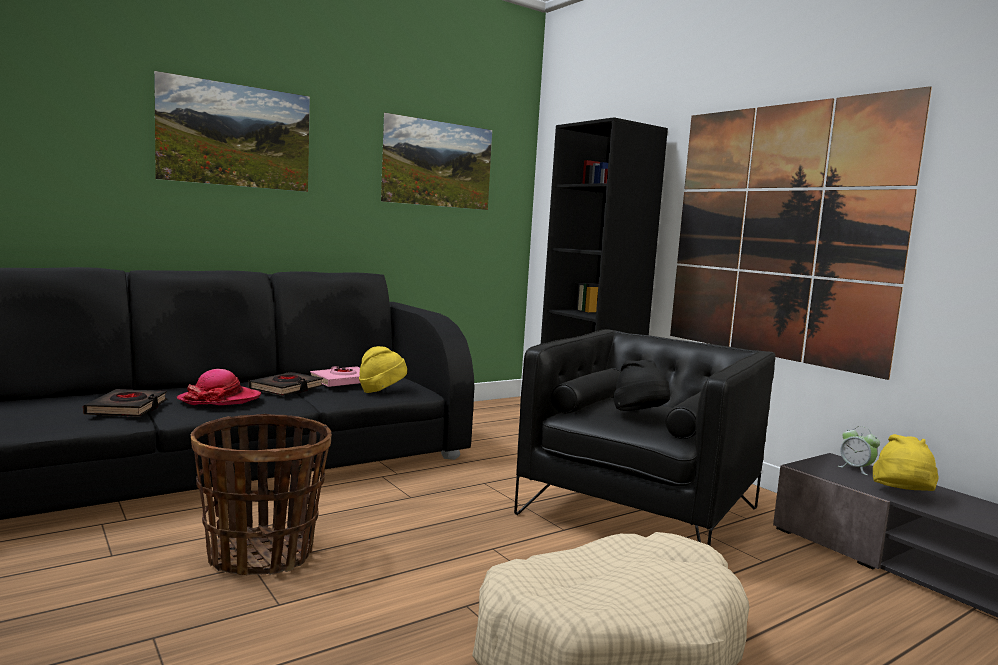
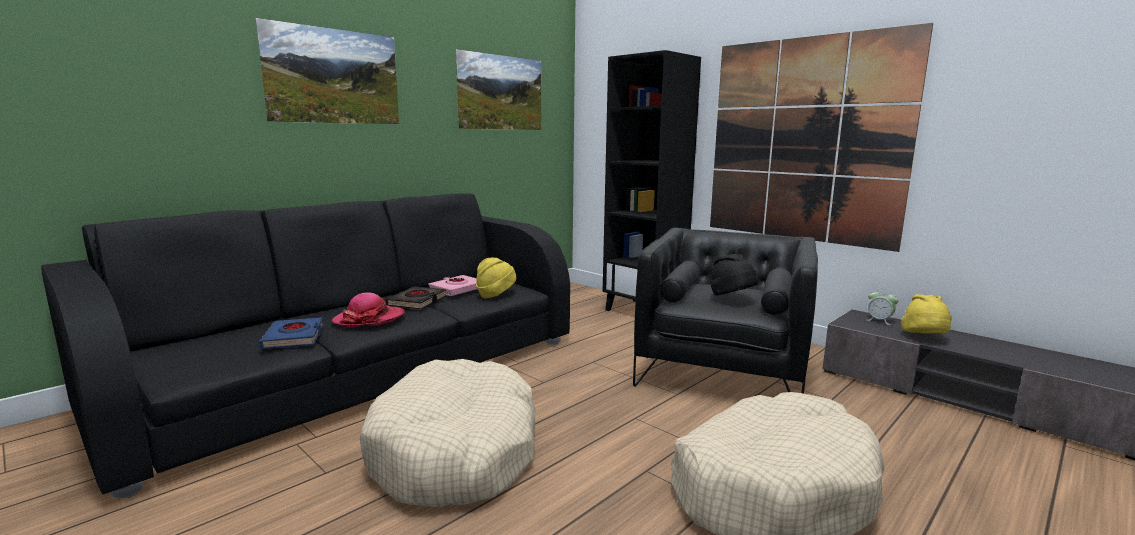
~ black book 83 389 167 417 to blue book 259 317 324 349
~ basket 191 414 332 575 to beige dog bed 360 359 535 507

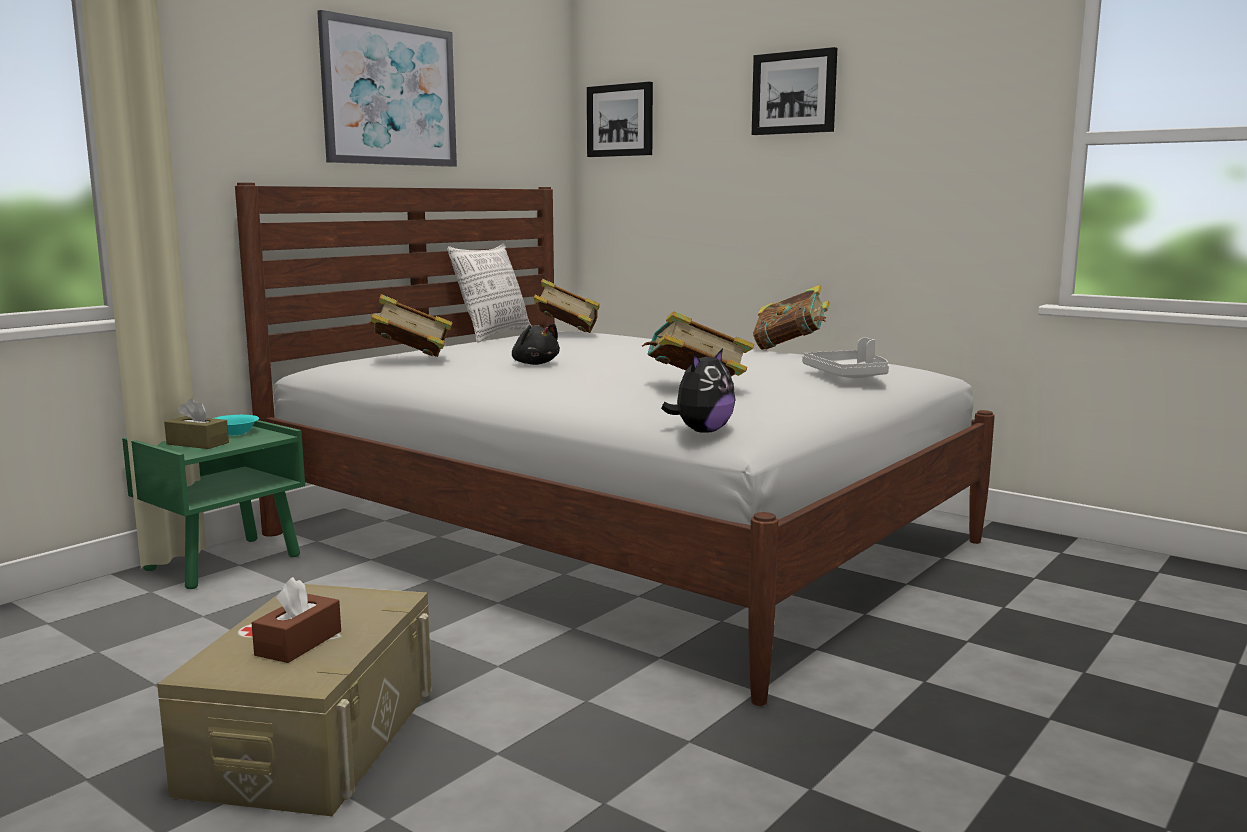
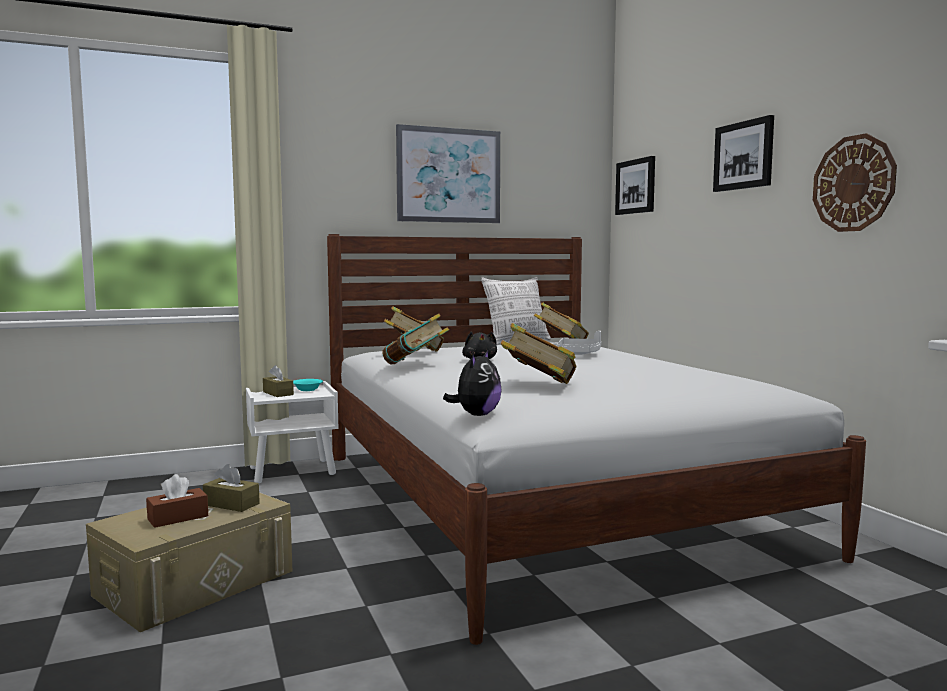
~ book 753 285 830 350 to 382 314 449 364
~ grey tray 802 338 889 378 to 556 331 601 355
~ plush toy 661 348 735 433 = 443 350 502 416 45 degrees counterclockwise
~ green nightstand 122 420 305 589 to white nightstand 246 381 338 483
+ wall clock 813 133 897 232
+ brown tissue box 203 464 260 512

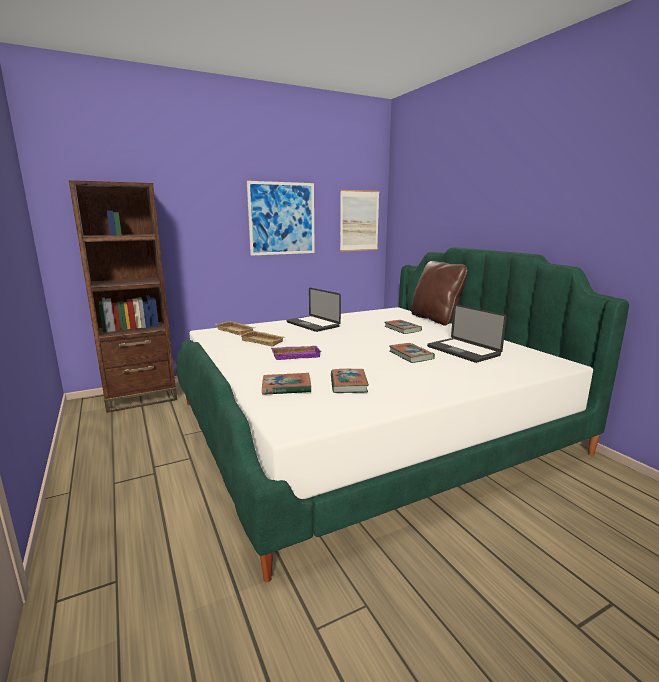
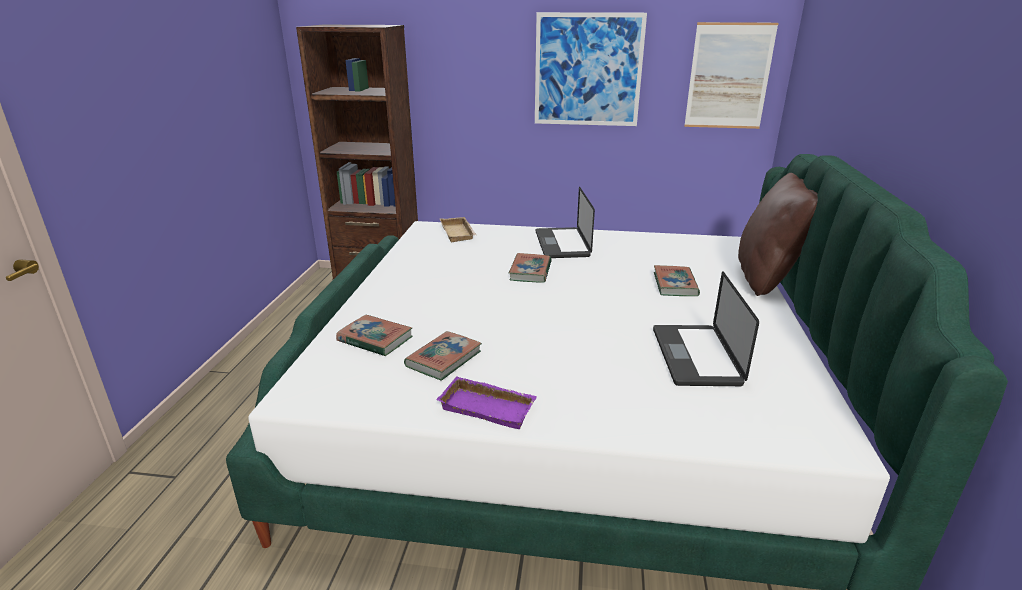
- beige tray 239 331 285 346
~ book 389 343 435 363 to 509 253 552 283
~ purple tray 271 346 321 360 to 436 376 537 429

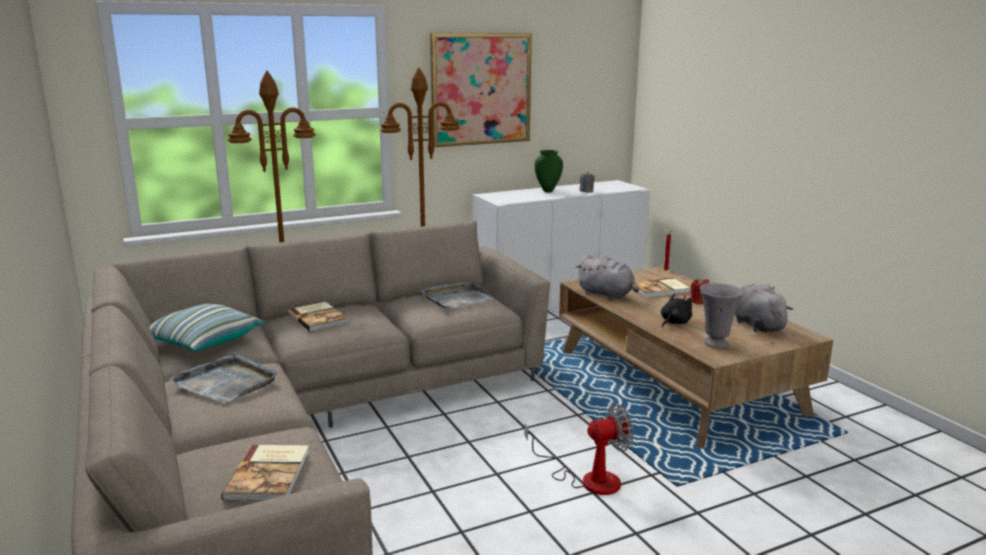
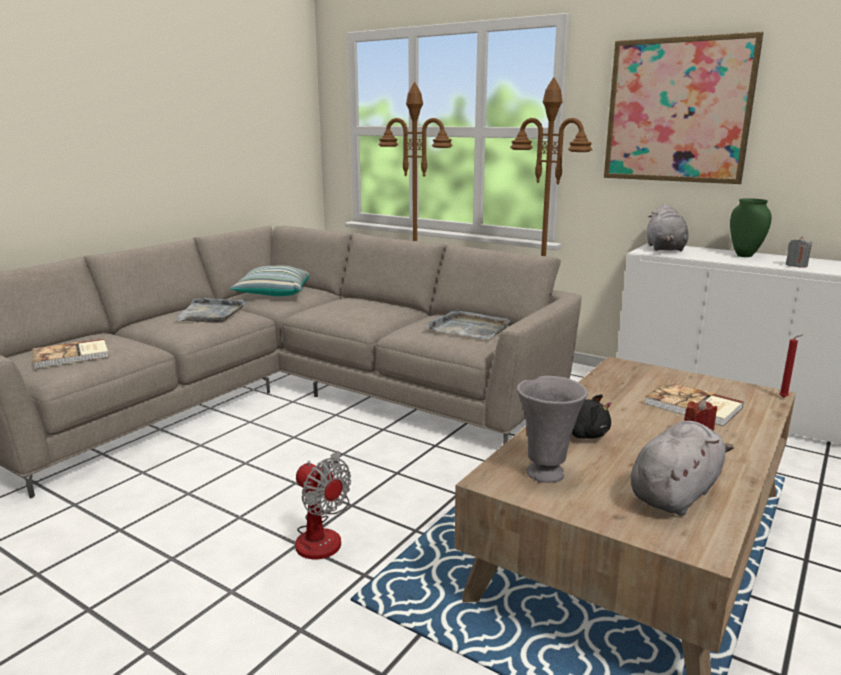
~ grey plush toy 576 254 639 300 to 647 204 688 252
- book 288 302 348 332

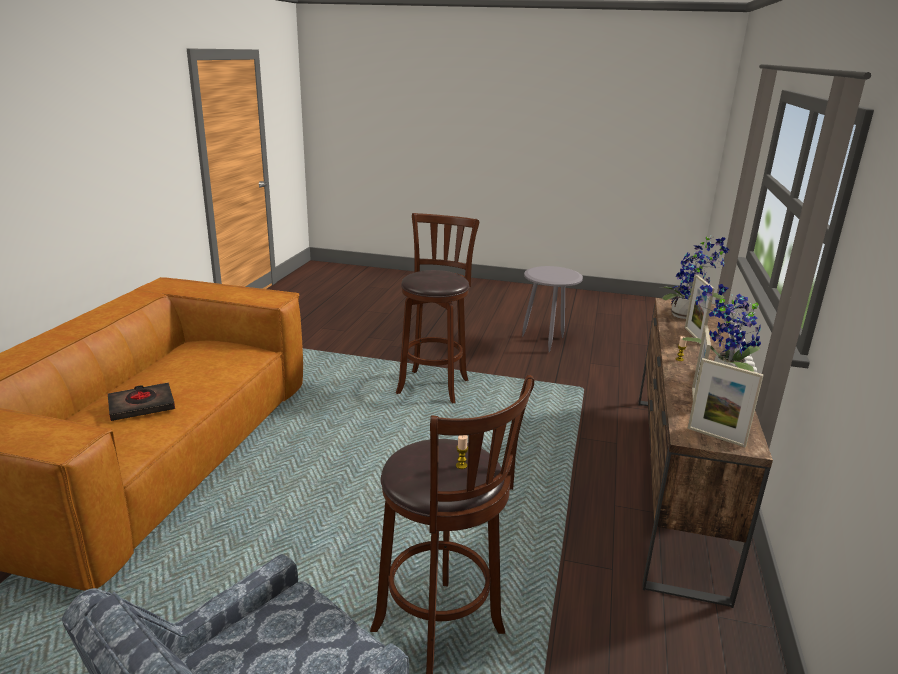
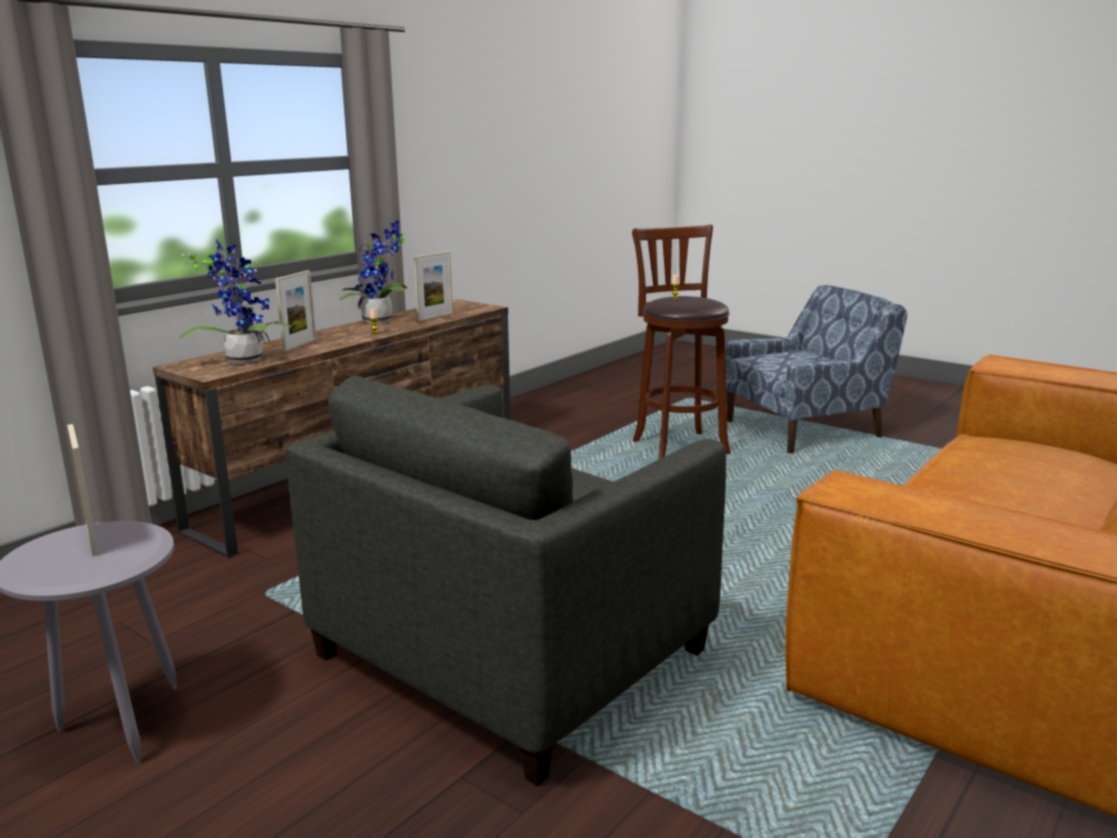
~ brown stool 396 213 479 403 to grey armchair 285 375 726 786
~ picture frame 687 358 764 447 to 67 424 98 556
- black book 108 382 175 421

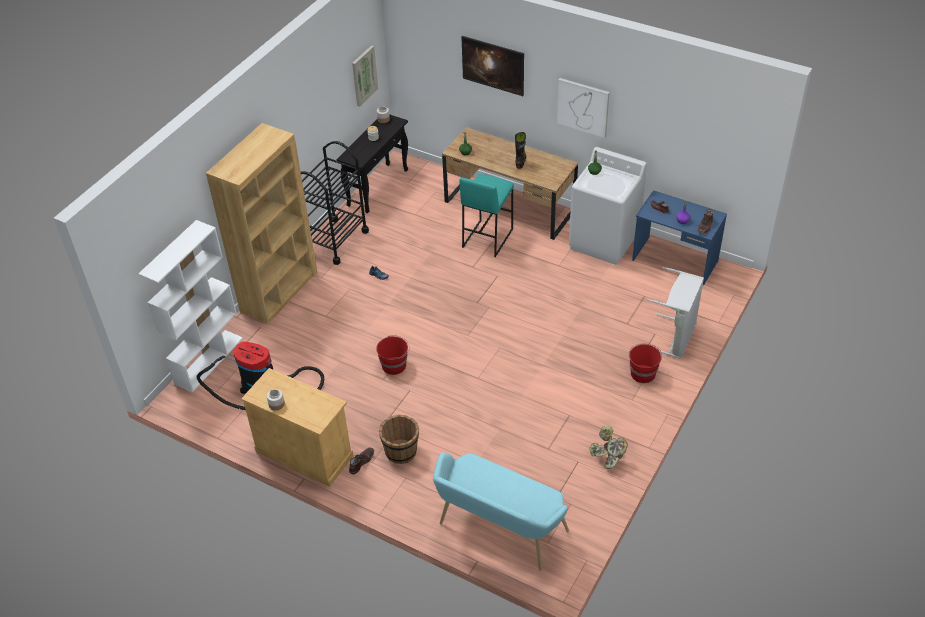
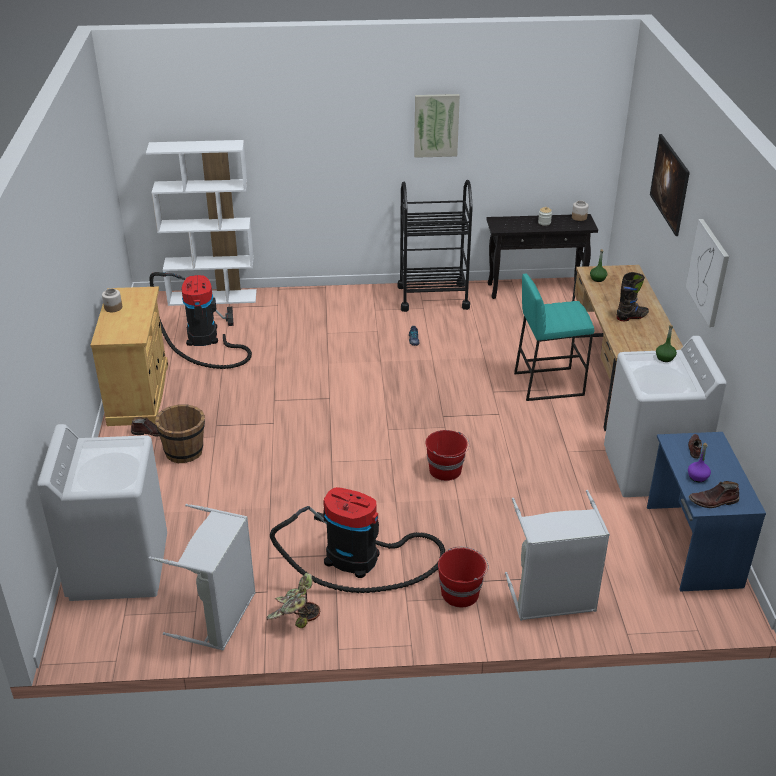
~ picture 352 45 378 107 to 414 94 460 158
- brown bookcase 206 123 317 324
~ red bucket 376 335 409 375 to 426 430 470 481
~ turquoise bench 433 453 569 571 to white washing machine 37 424 167 601
+ vacuum cleaner 270 487 445 593
+ grey laundry basket 149 504 256 651

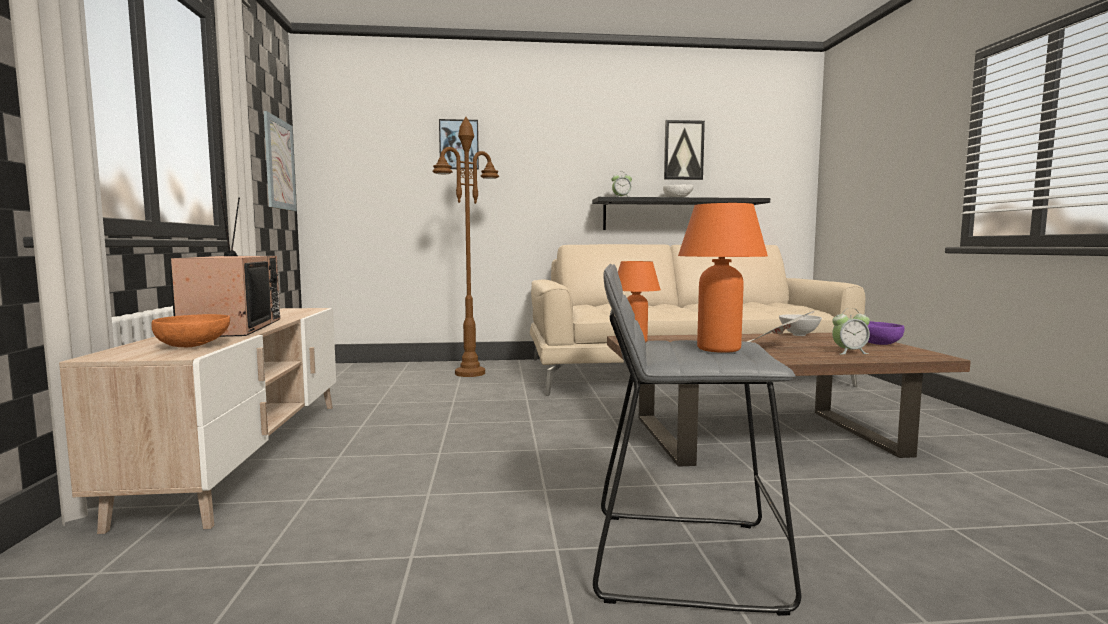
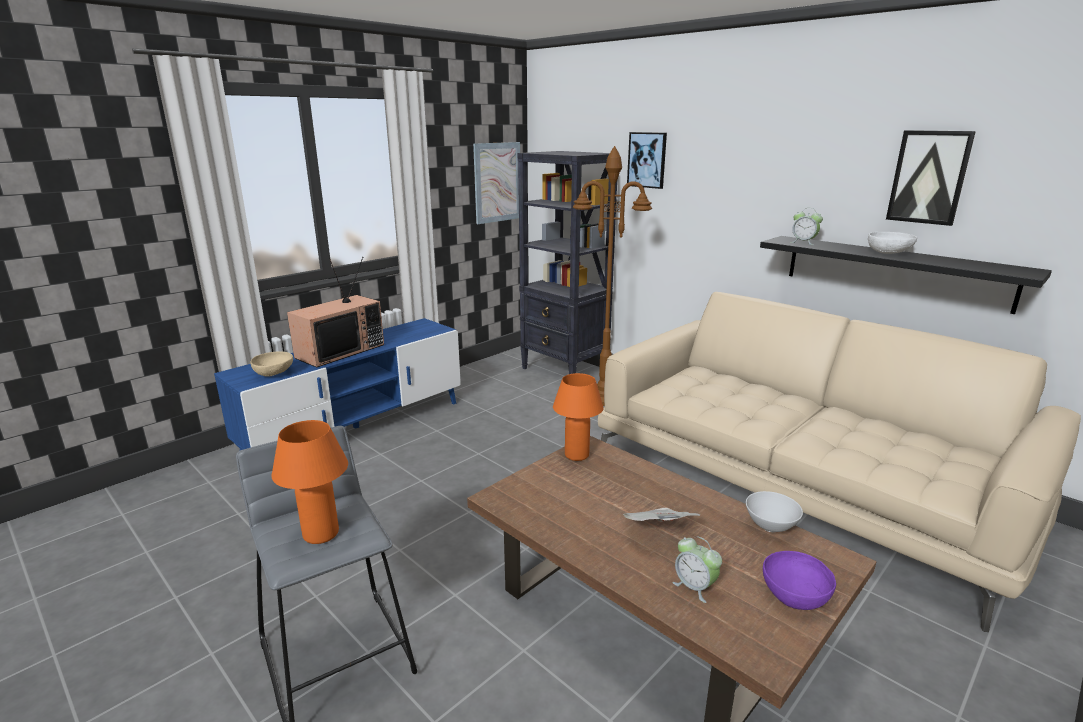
~ beige tv stand 59 308 336 534 to blue tv stand 214 318 461 450
~ orange bowl 152 314 230 347 to beige bowl 251 351 293 377
+ black bookcase 518 151 617 374

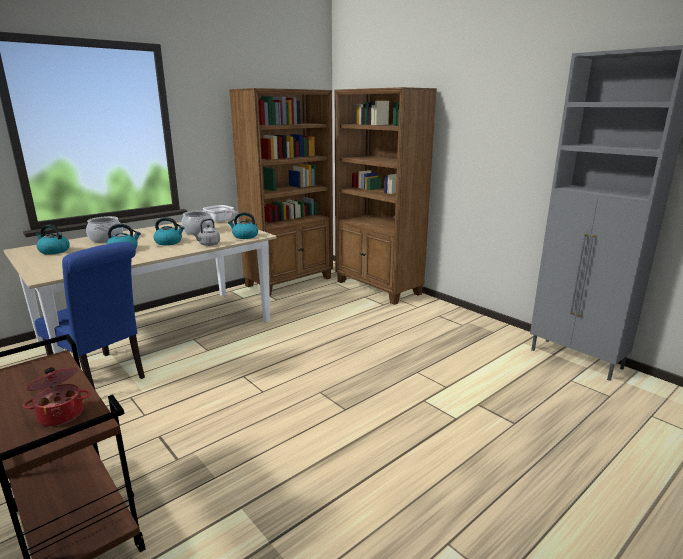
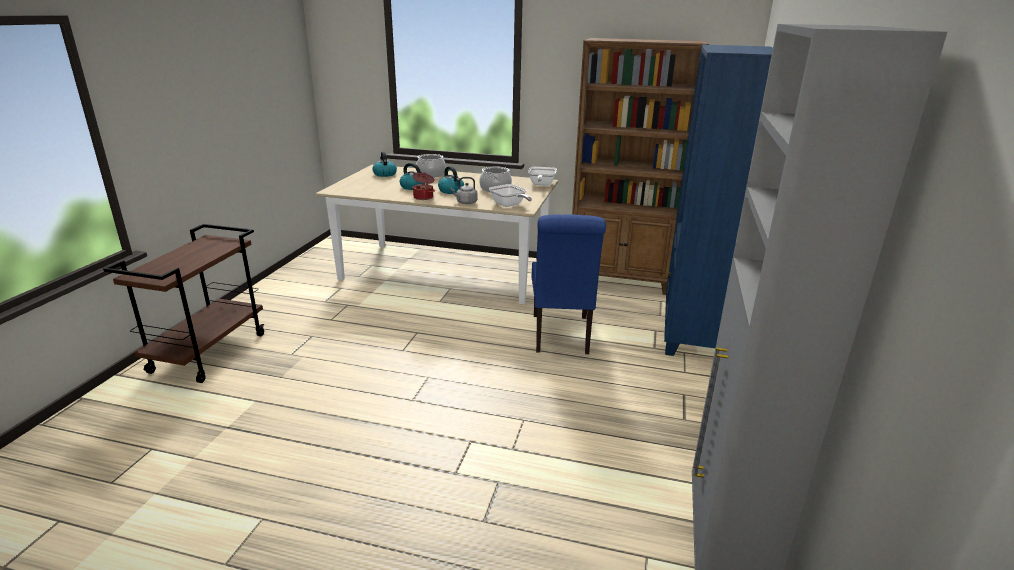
~ brown bookcase 335 87 437 305 to blue bookcase 664 45 773 356
~ kettle 228 212 258 239 to frying pan 489 184 532 207
~ blue chair 35 242 145 389 to 532 214 606 354
~ cooking pot 23 367 90 426 to 412 173 435 200

